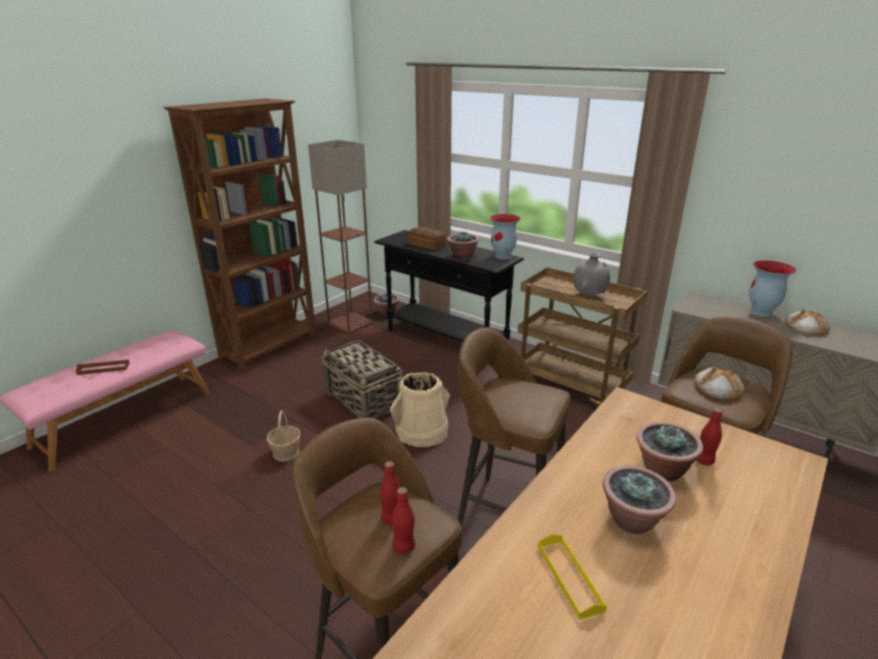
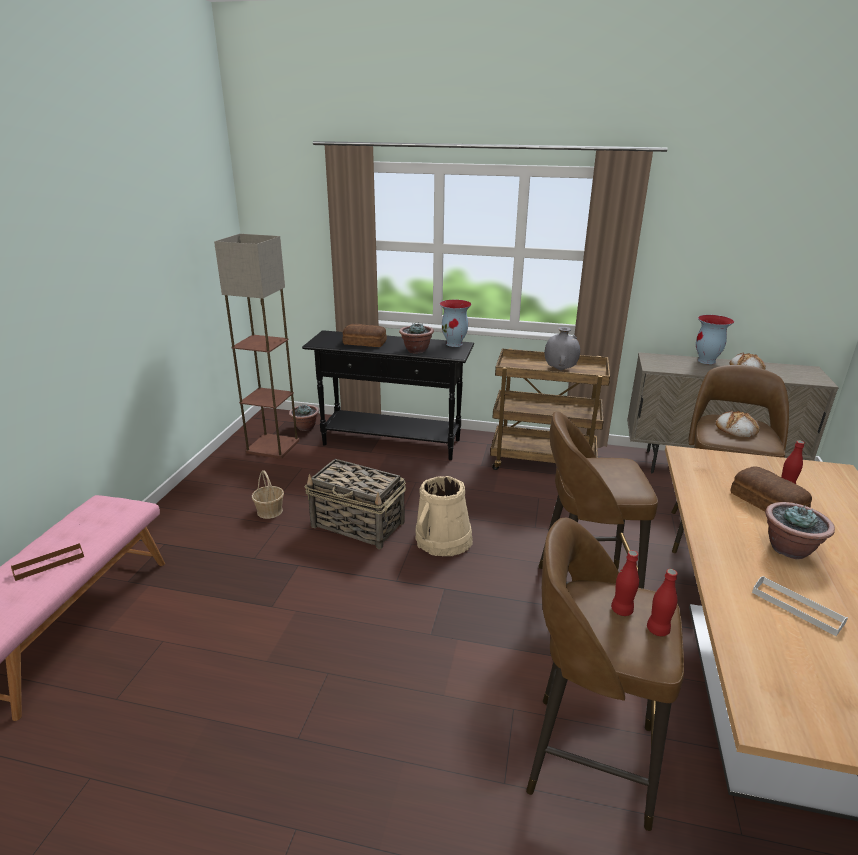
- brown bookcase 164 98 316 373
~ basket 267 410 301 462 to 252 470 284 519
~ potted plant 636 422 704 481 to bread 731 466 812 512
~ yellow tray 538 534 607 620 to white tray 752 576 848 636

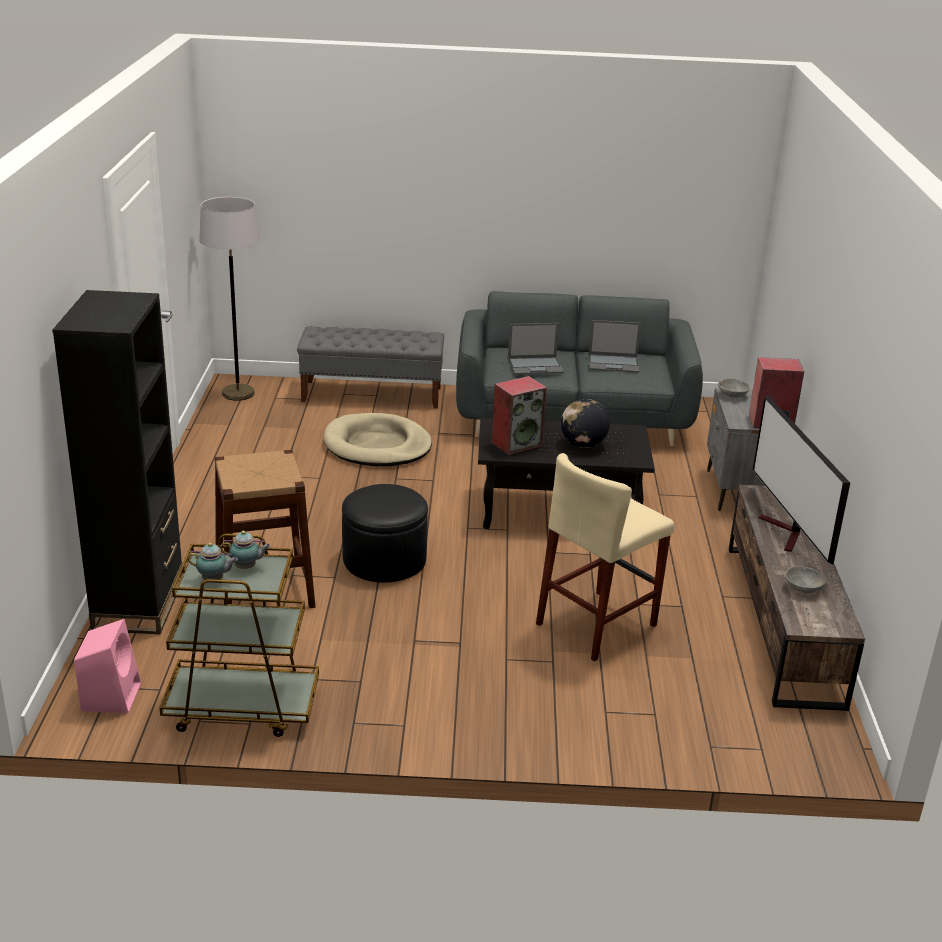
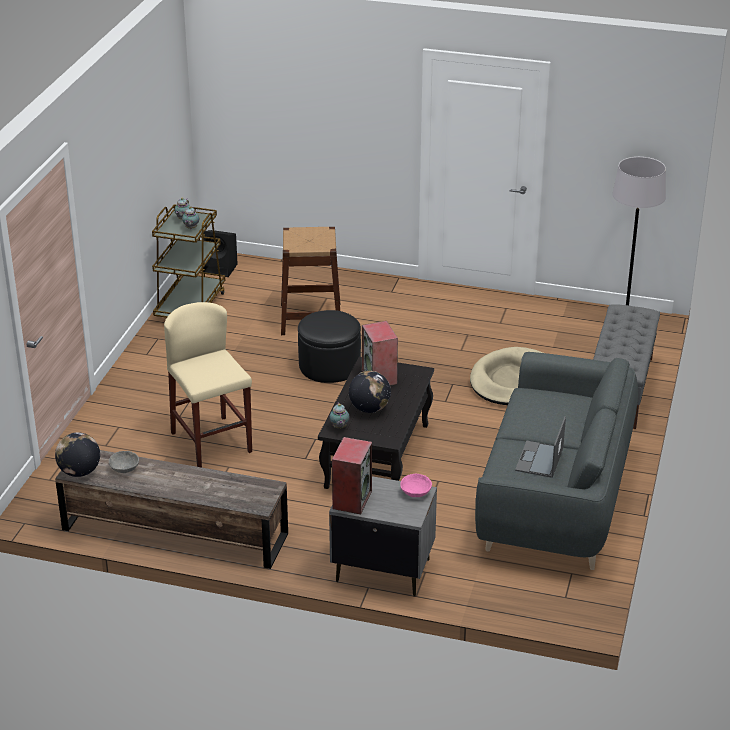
- black bookcase 52 290 182 634
- laptop 508 323 564 375
~ grey bowl 718 378 750 398 to pink bowl 400 474 432 497
- television 753 396 850 564
~ pink speaker 74 619 141 714 to black speaker 203 230 237 277
+ teapot 329 403 350 429
+ globe 55 432 100 477

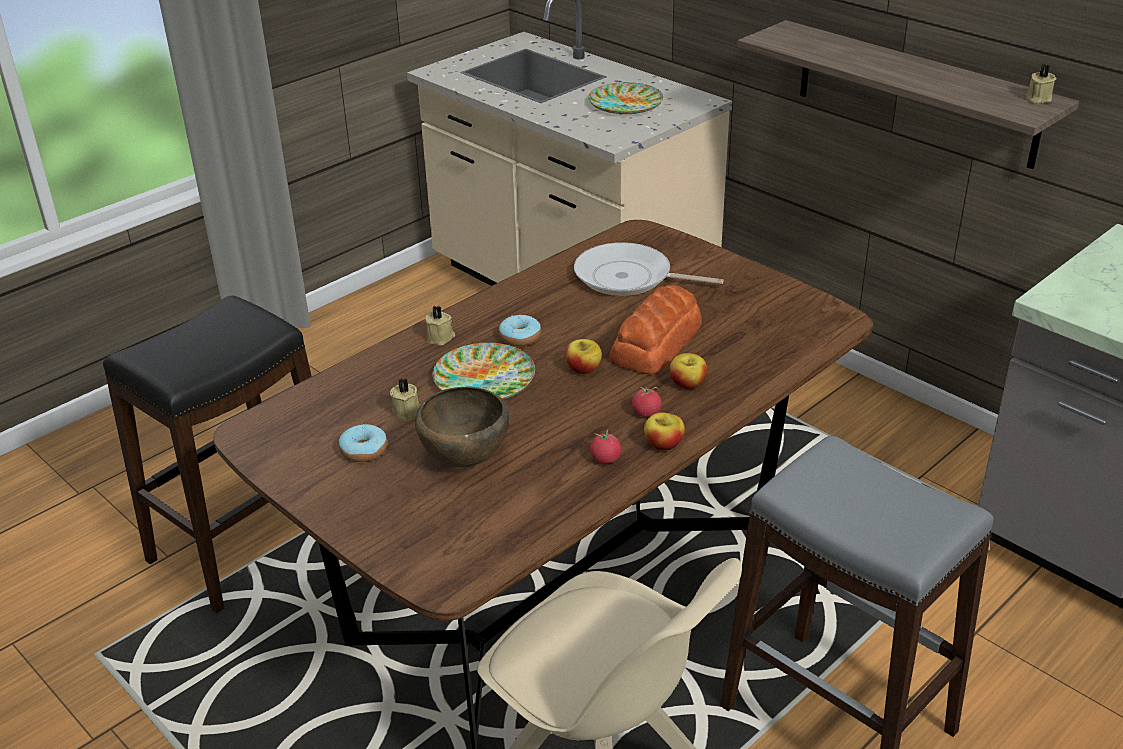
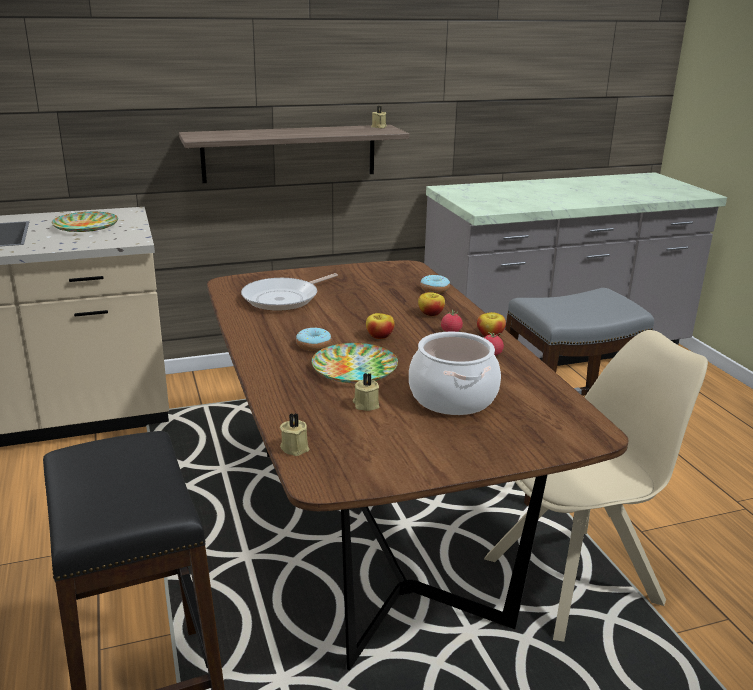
- bread 610 285 702 374
~ beige candle 425 305 455 345 to 280 413 309 456
~ brown bowl 415 387 509 467 to cooking pot 409 332 501 415
~ donut 339 424 387 462 to 420 275 450 293

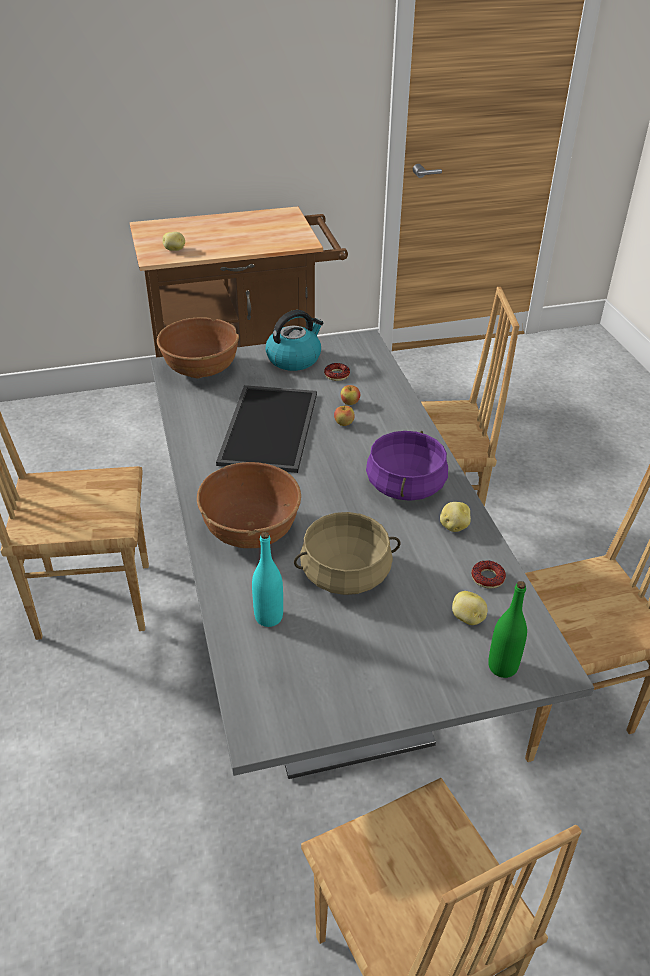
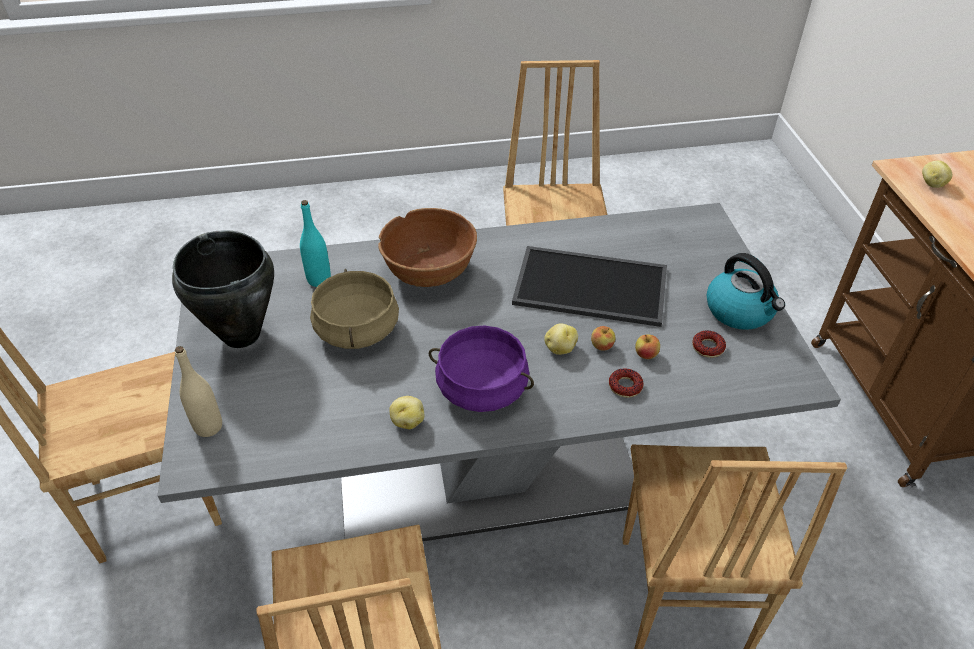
- brown bowl 157 317 239 378
~ donut 471 561 506 589 to 609 368 644 398
~ green bottle 488 581 527 678 to beige bottle 175 346 222 437
~ potato 452 591 487 625 to 544 323 578 355
+ black cooking pot 172 230 274 348

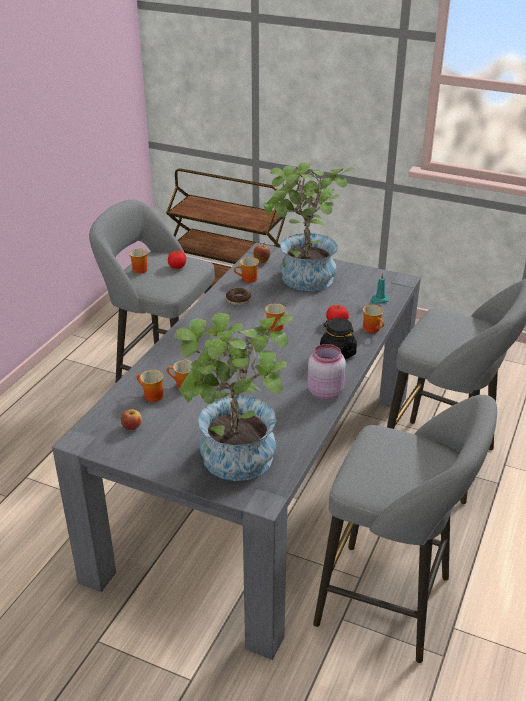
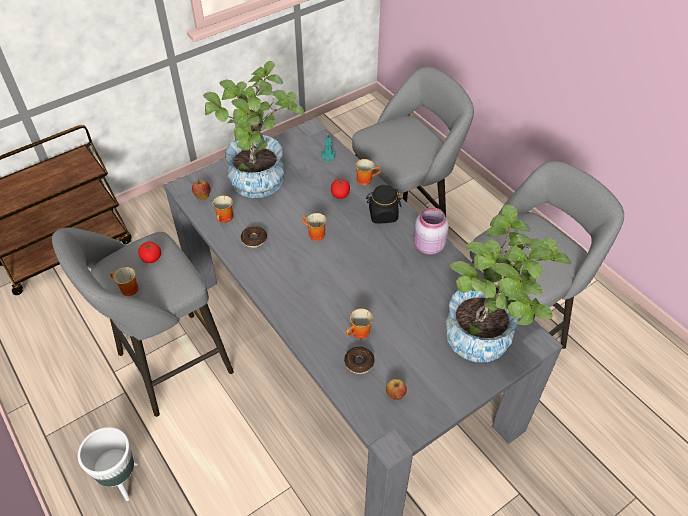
~ mug 136 370 164 402 to donut 344 347 374 374
+ white planter 78 427 139 501

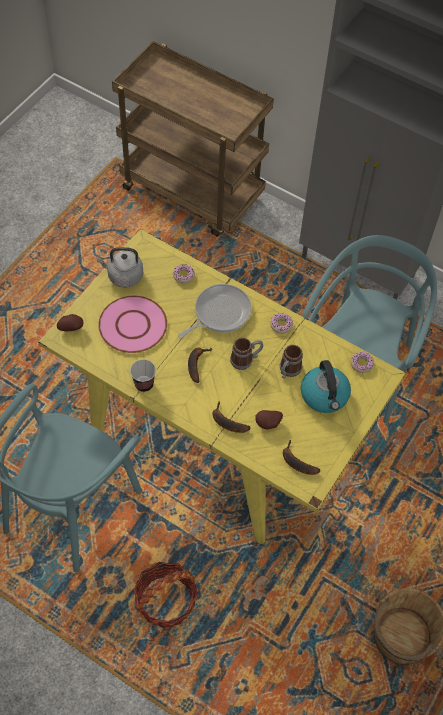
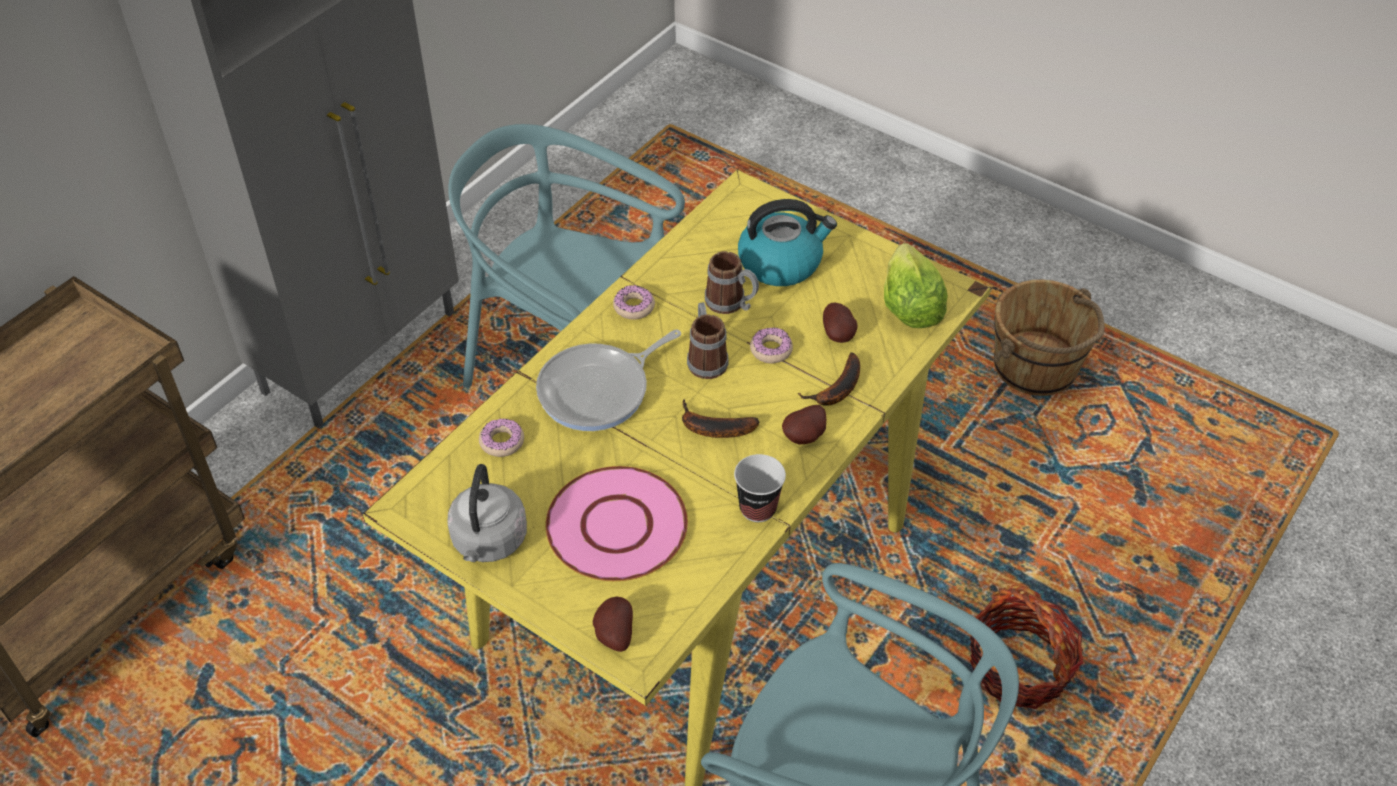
~ frying pan 178 284 252 338 = 536 330 681 431 90 degrees counterclockwise
~ donut 350 352 374 373 to 750 327 793 363
~ banana 283 440 320 475 to lettuce 884 243 948 328
+ potato 782 405 826 445

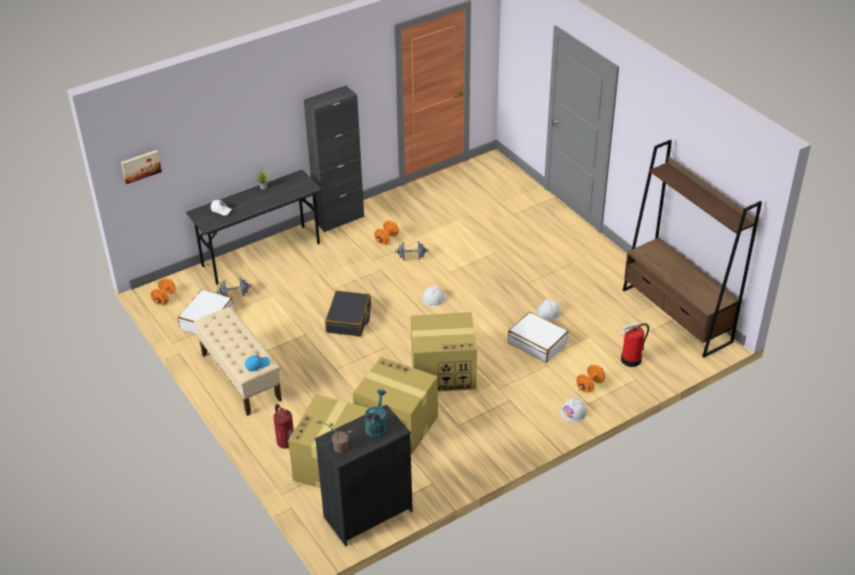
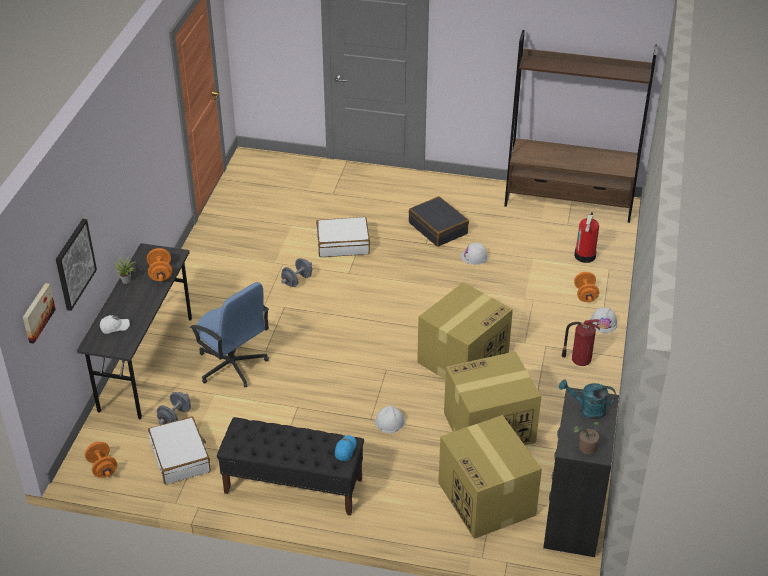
- black cabinet 304 86 364 232
~ orange dumbbell 374 220 399 245 to 147 248 172 281
~ white hard hat 422 286 447 306 to 375 405 405 433
~ black suitcase 325 291 371 336 to 408 196 469 247
~ beige bench 194 307 282 416 to black bench 217 417 364 516
~ white suitcase 508 312 569 363 to 316 217 370 257
~ turquoise watering can 365 389 387 438 = 559 380 616 419 45 degrees counterclockwise
~ fire extinguisher 273 404 294 449 to 561 319 600 366
+ picture 56 219 97 311
+ blue office chair 190 282 269 387

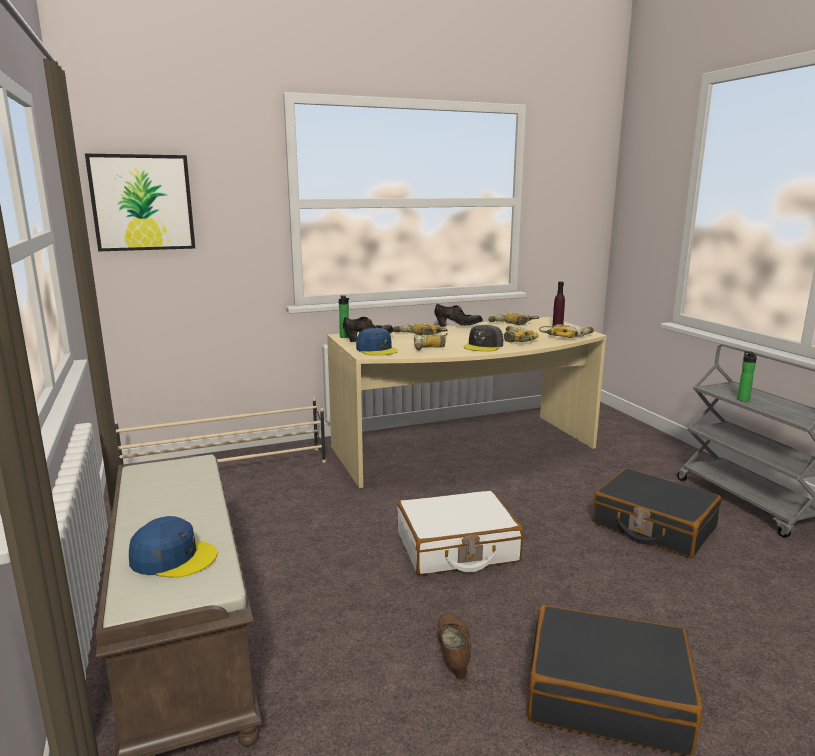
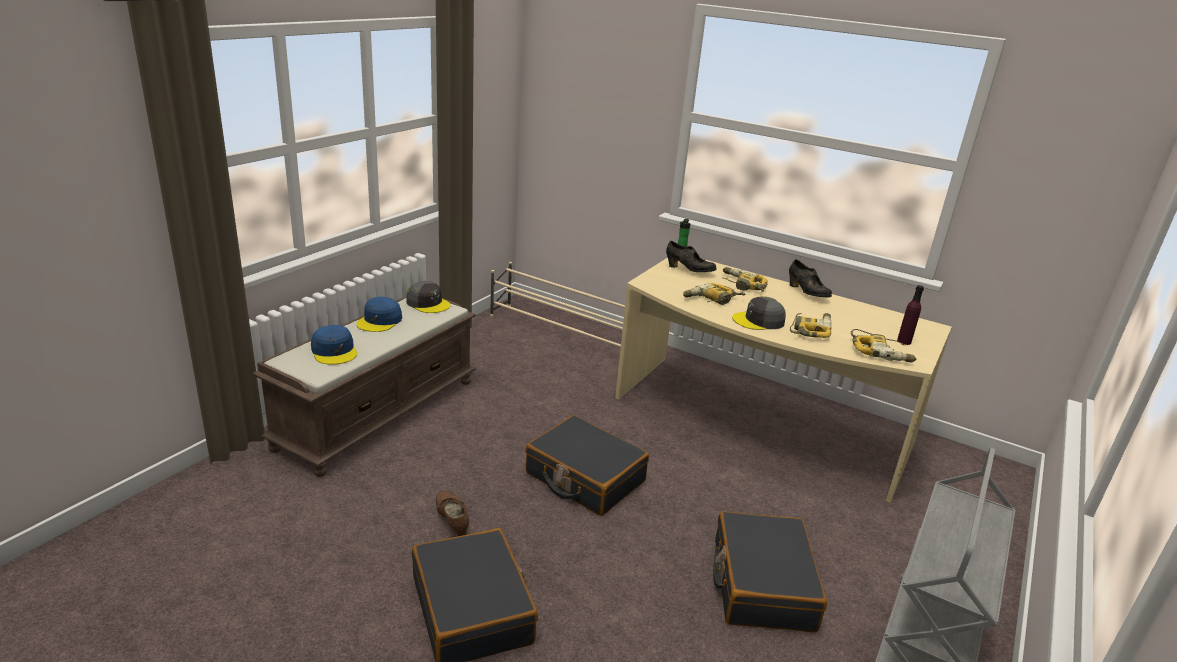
- picture 85 154 195 251
- power drill 488 313 539 325
~ blue cap 356 328 398 356 to 356 297 402 332
- bottle 737 351 757 401
~ white suitcase 397 490 523 575 to black suitcase 525 415 649 516
~ brown shoe 437 612 471 680 = 436 490 469 536 75 degrees counterclockwise
+ grey cap 406 281 451 313

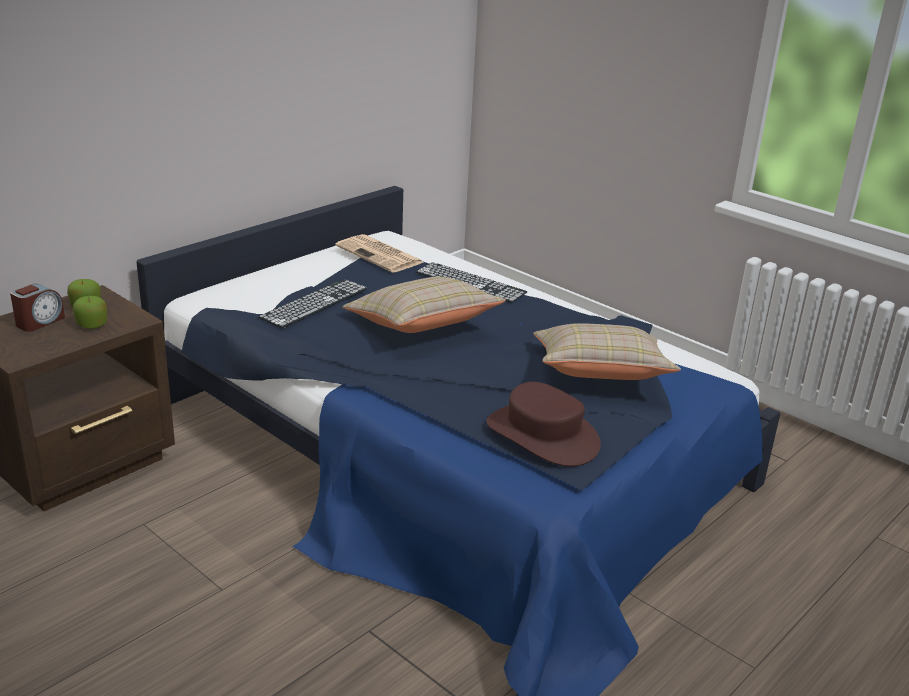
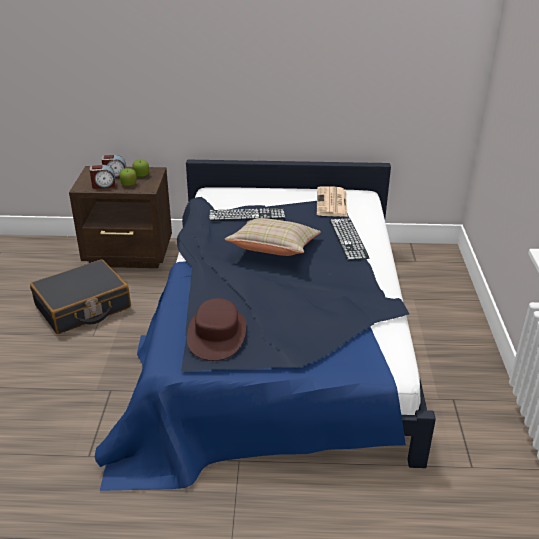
- beige pillow 533 323 681 380
+ alarm clock 90 165 116 189
+ black suitcase 30 260 131 334

